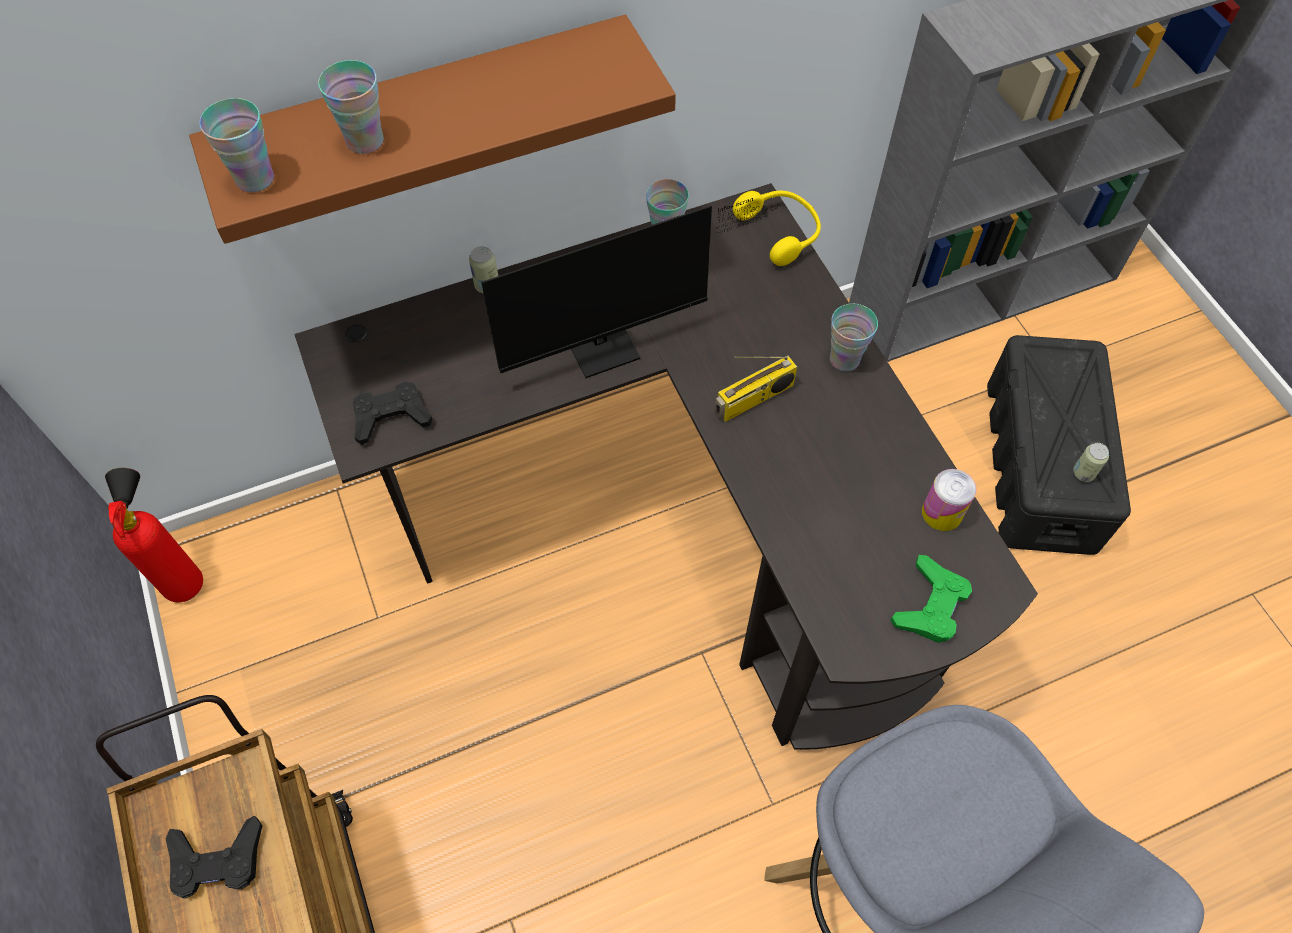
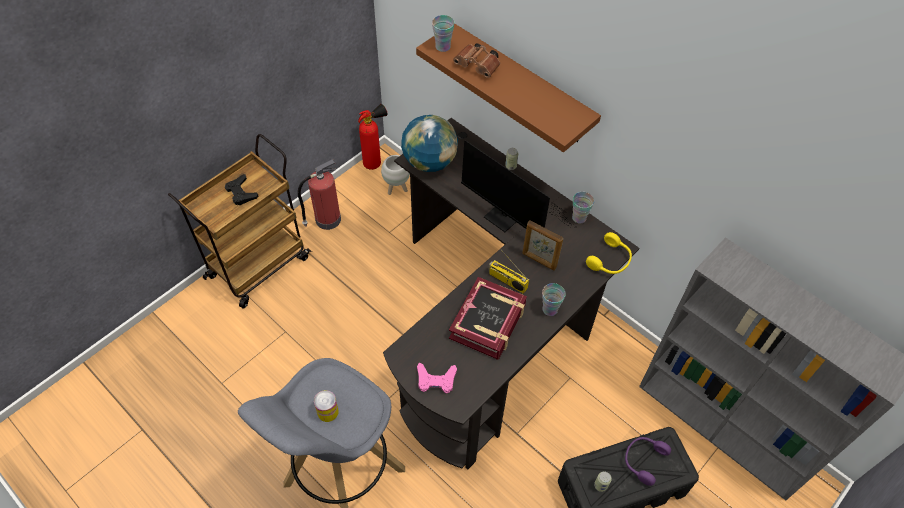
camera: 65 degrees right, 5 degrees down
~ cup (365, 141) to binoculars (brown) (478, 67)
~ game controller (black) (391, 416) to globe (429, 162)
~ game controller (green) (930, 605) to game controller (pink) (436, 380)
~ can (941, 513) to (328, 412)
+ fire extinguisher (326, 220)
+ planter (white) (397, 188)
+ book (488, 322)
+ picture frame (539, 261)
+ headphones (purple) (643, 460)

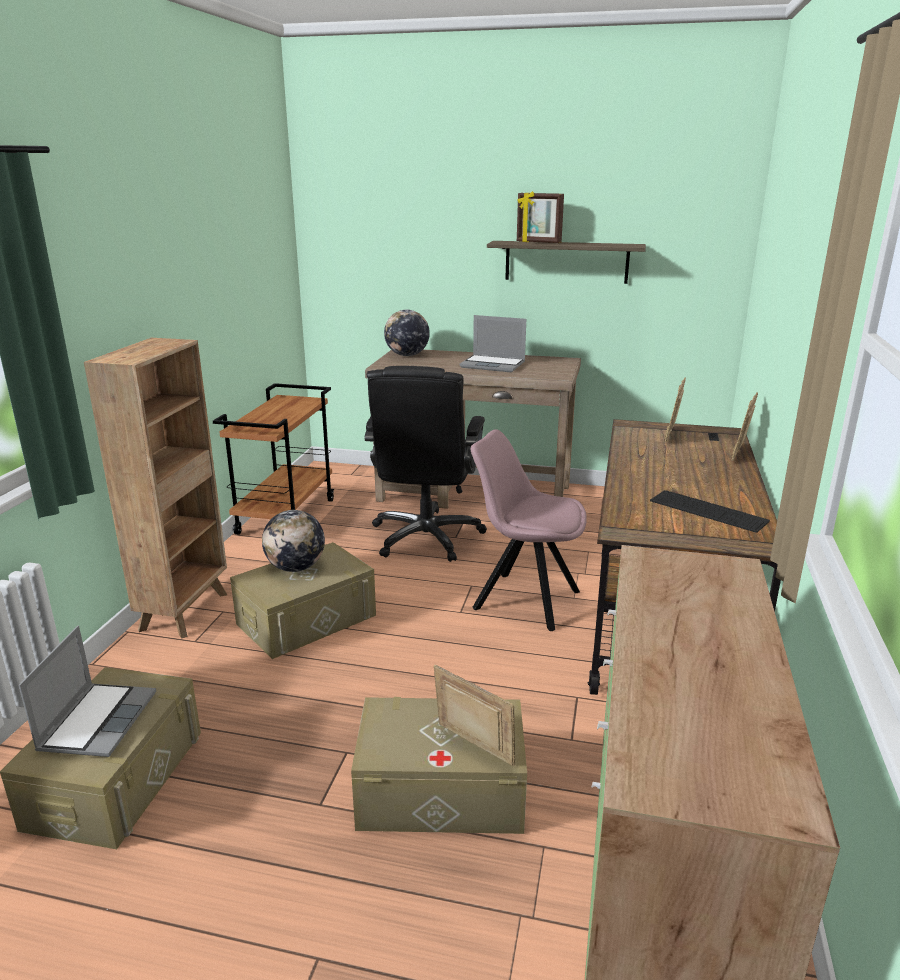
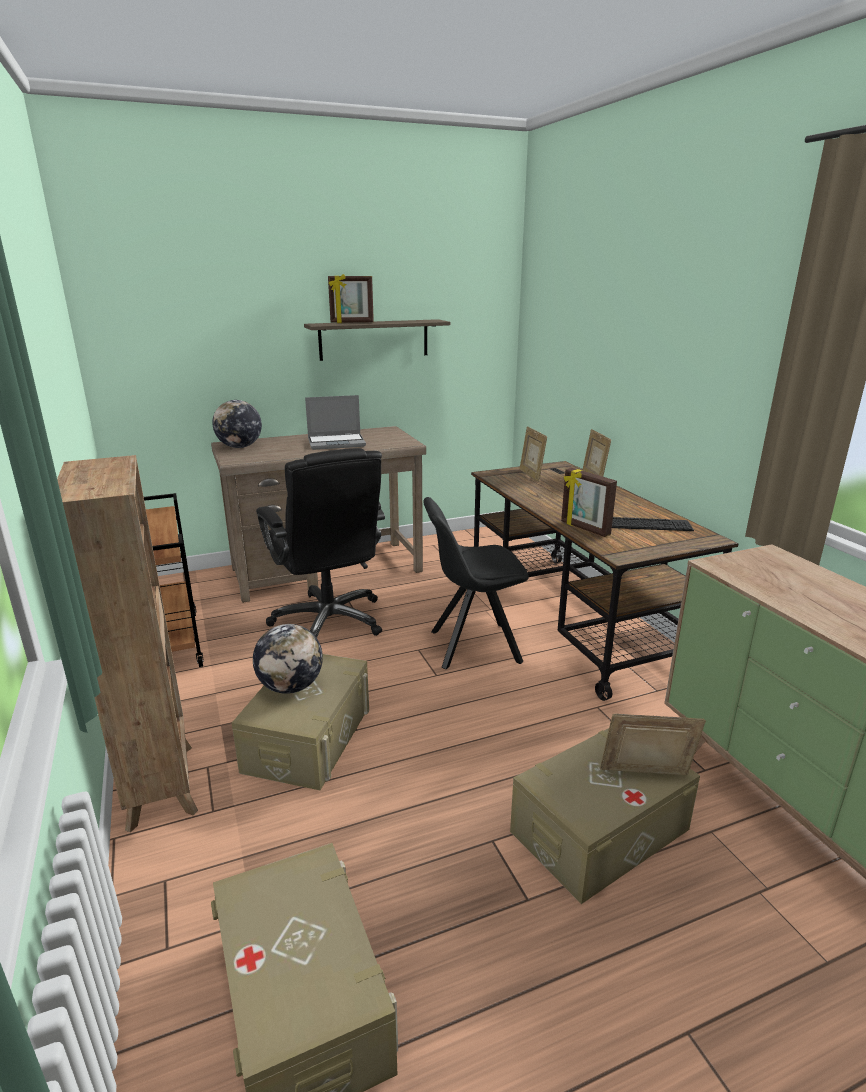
camera: 35 degrees left, 0 degrees up
- laptop (98, 720)
~ chair (pink) (525, 600) to chair (black) (474, 646)
+ picture frame (584, 528)

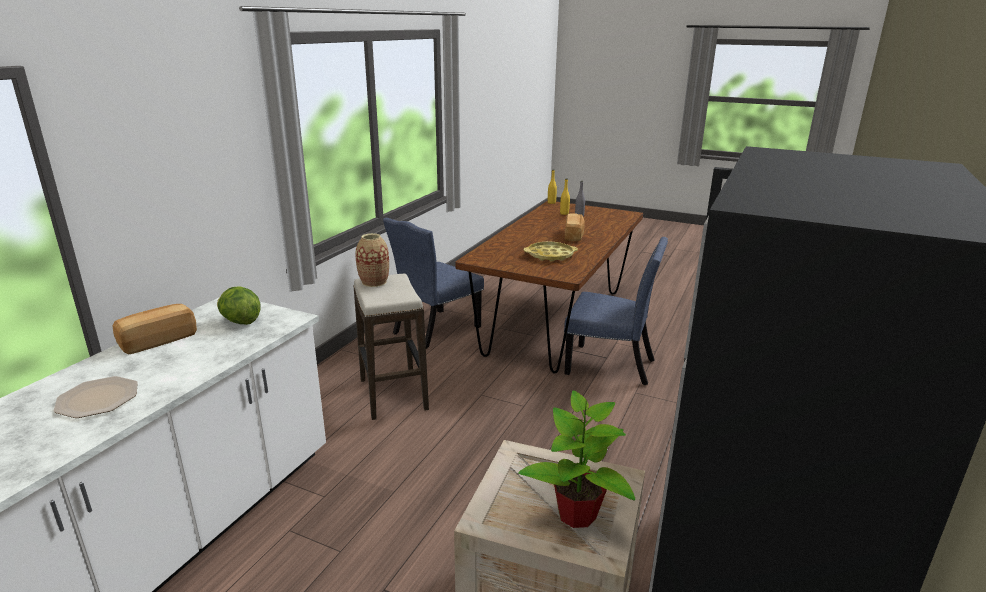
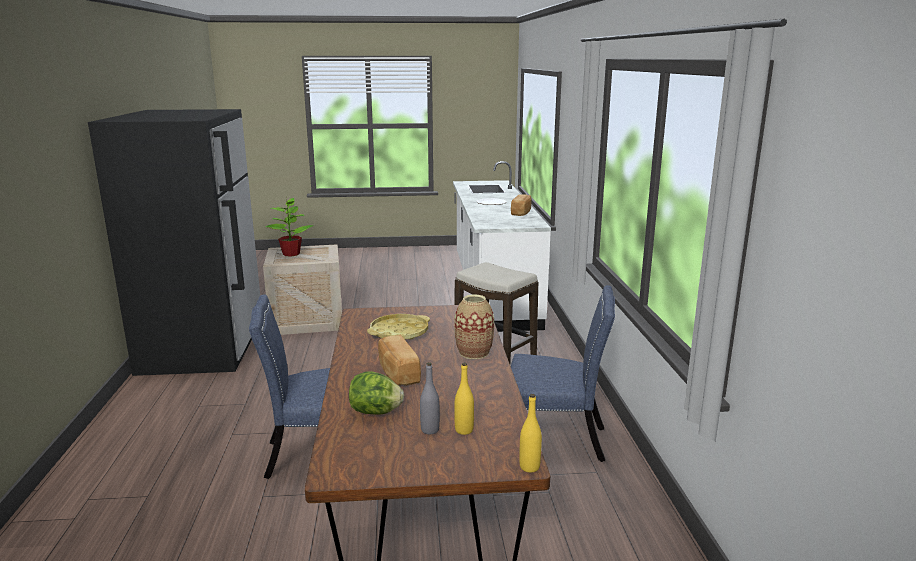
camera: 150 degrees right, 5 degrees down
~ lettuce (240, 321) to (375, 412)
~ vase (374, 282) to (474, 353)
~ chair (blue) (436, 328) = (554, 439) 90 degrees clockwise

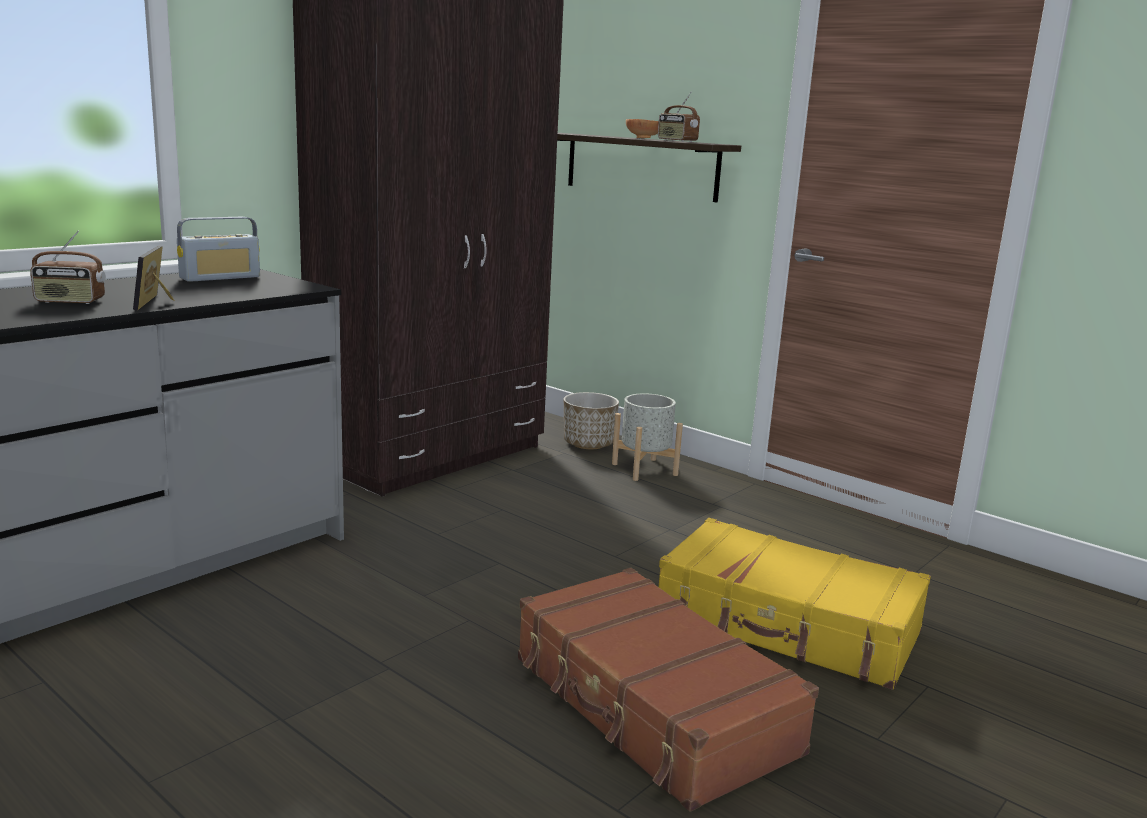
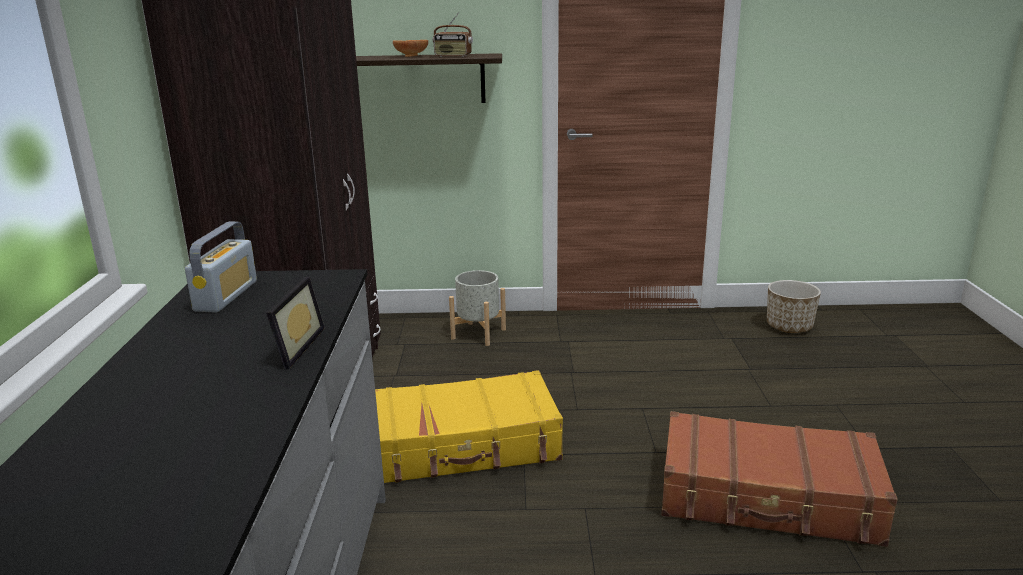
camera: 40 degrees left, 5 degrees up
- radio (69, 301)
~ picture frame (159, 302) = (291, 347) 120 degrees counterclockwise
~ planter (588, 444) to (789, 327)
~ suitcase (yellow) (787, 625) to (463, 446)

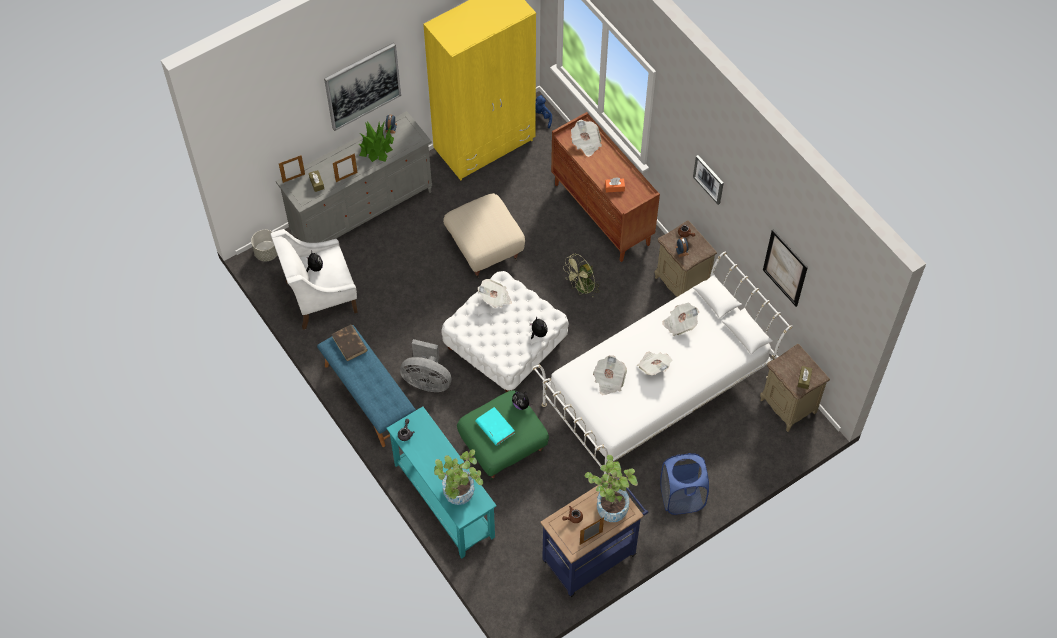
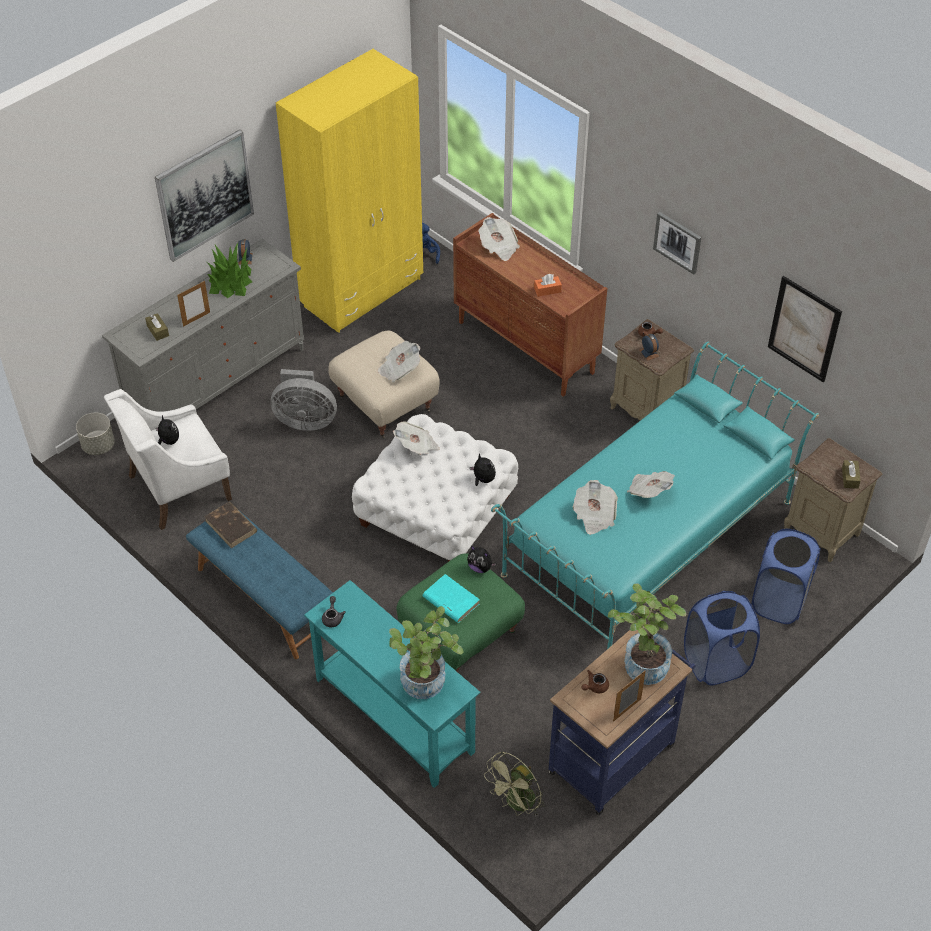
camera: 10 degrees left, 10 degrees down
- picture frame (293, 178)
~ fan (grey) (427, 381) to (305, 420)
~ bed (white) (656, 391) to bed (turquoise) (647, 538)
~ fan (green) (582, 288) to (516, 804)
~ newspaper (679, 324) to (399, 369)
+ laundry basket (blue) (779, 601)

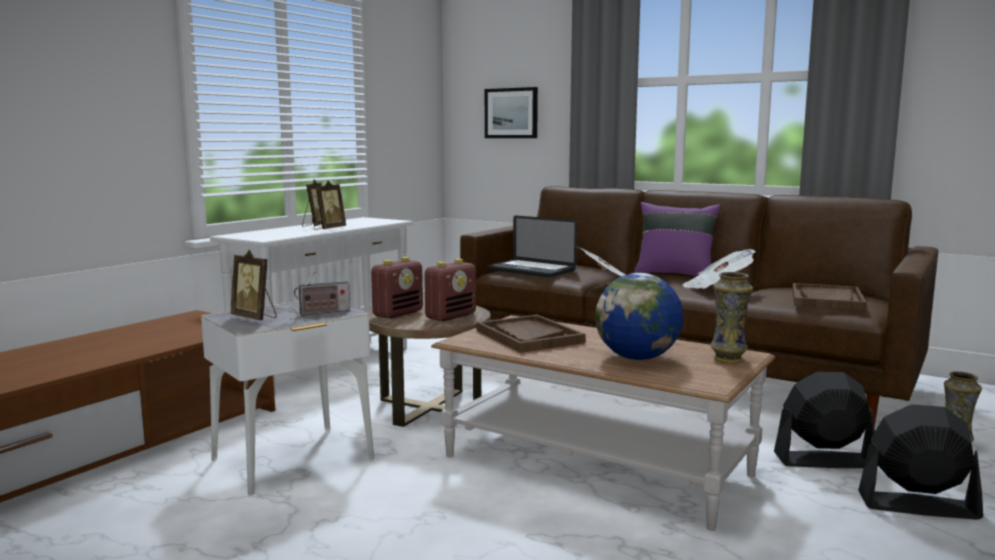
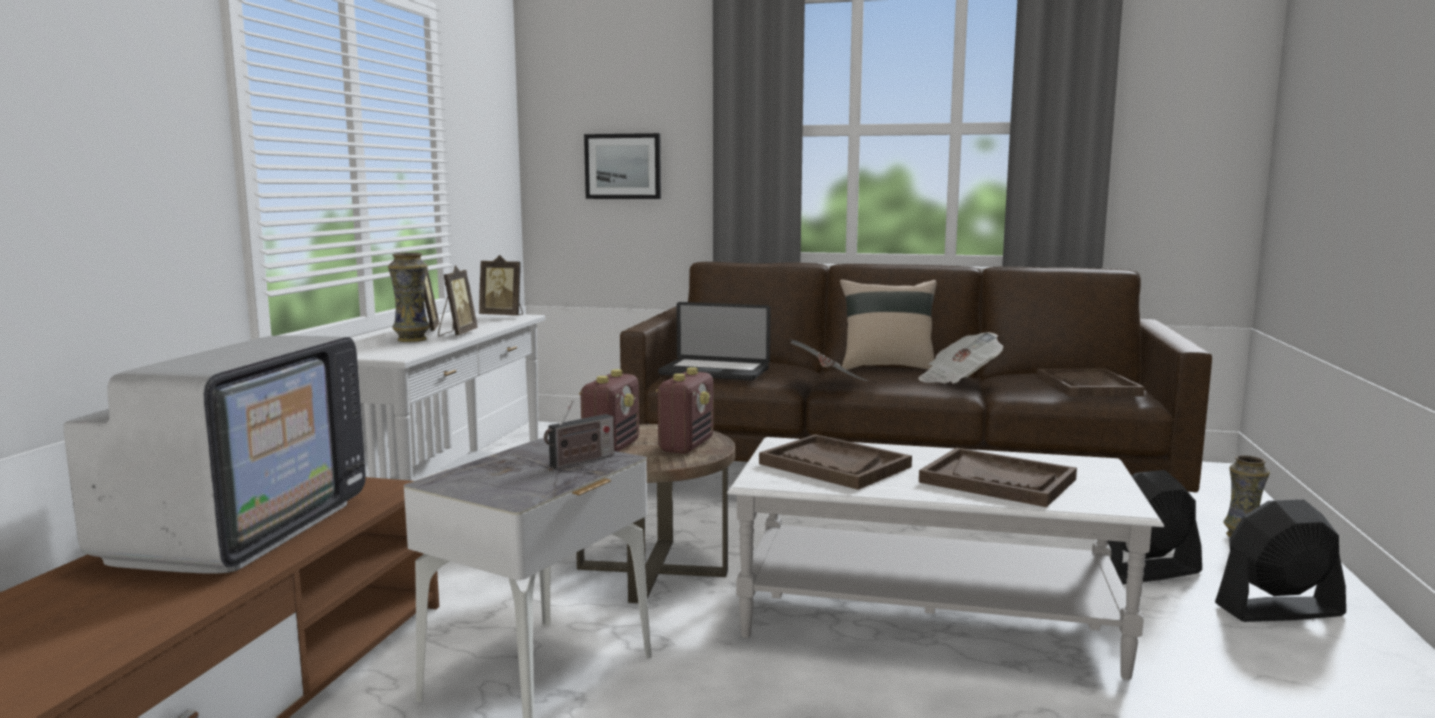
camera: 20 degrees left, 0 degrees up
~ picture frame (255, 318) to (503, 316)
~ coffee table (brown) (596, 465) to coffee table (white) (928, 618)
~ globe (637, 358) to tray (brown) (998, 481)
~ pillow (purple) (674, 275) to pillow (beige) (886, 367)
~ vase (728, 359) to (412, 340)
+ television (240, 530)

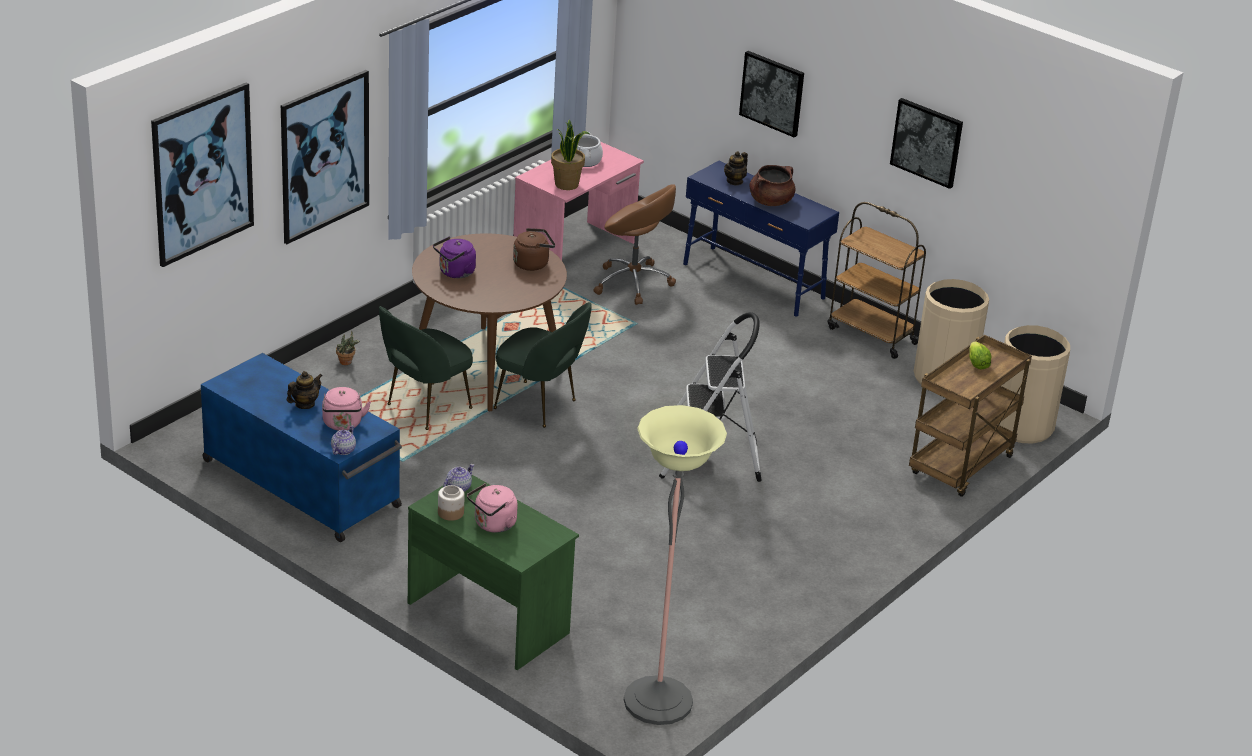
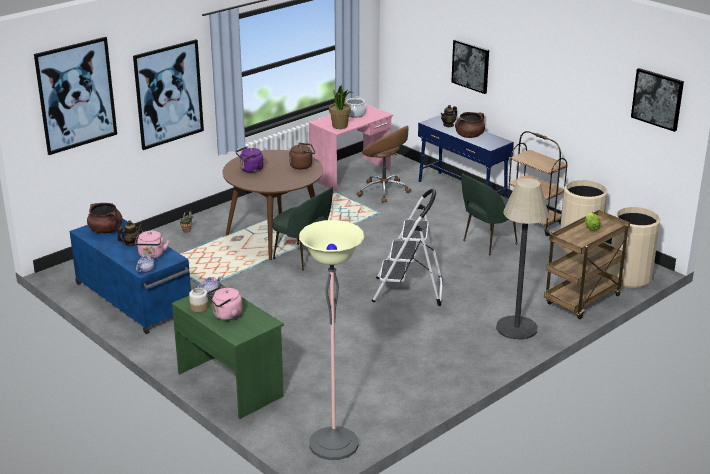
camera: 10 degrees right, 5 degrees down
~ chair (green) (424, 409) to (486, 244)
~ picture (927, 142) to (657, 99)
+ cooking pot (brown) (106, 230)
+ floor lamp (516, 328)

